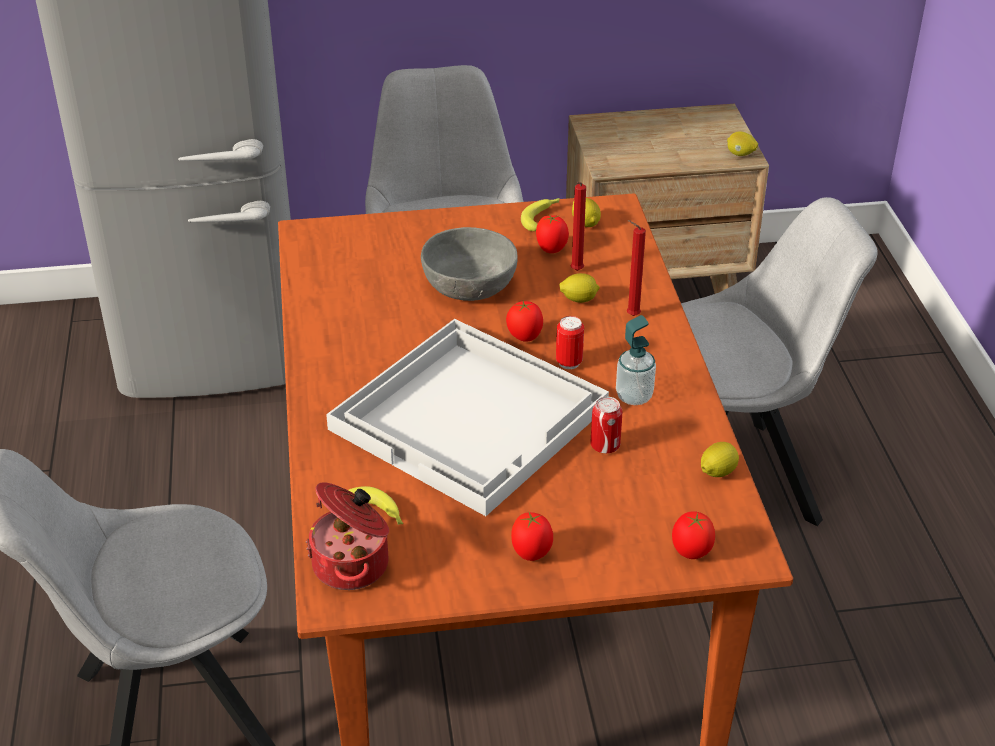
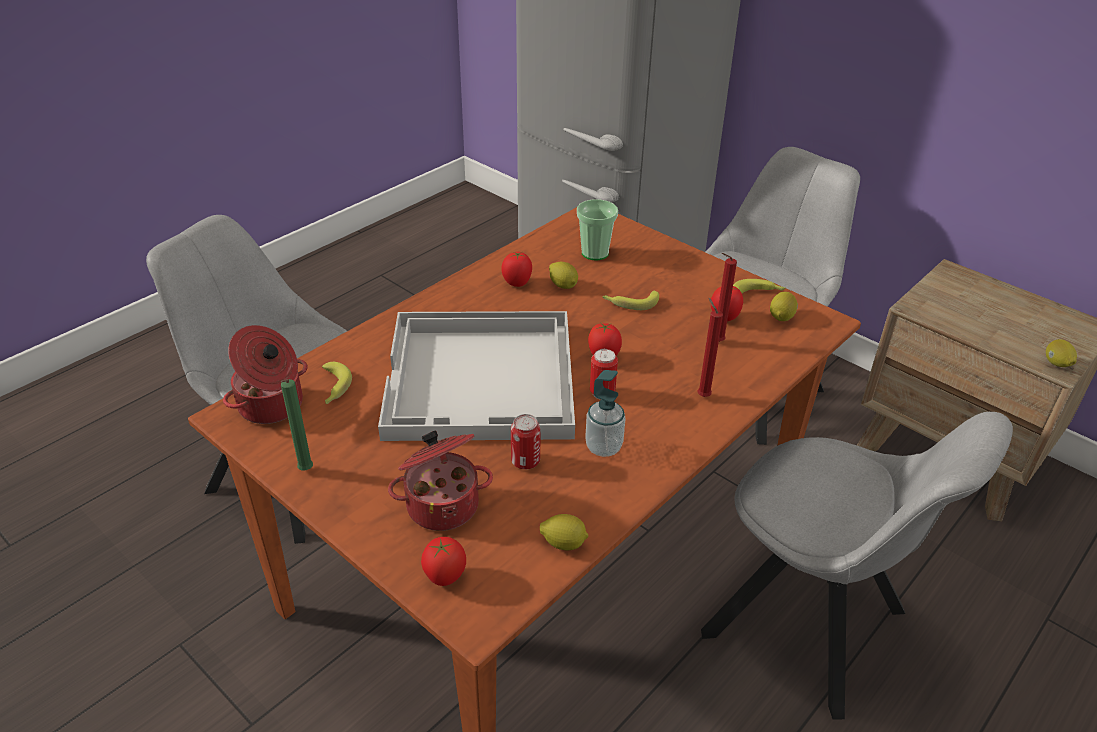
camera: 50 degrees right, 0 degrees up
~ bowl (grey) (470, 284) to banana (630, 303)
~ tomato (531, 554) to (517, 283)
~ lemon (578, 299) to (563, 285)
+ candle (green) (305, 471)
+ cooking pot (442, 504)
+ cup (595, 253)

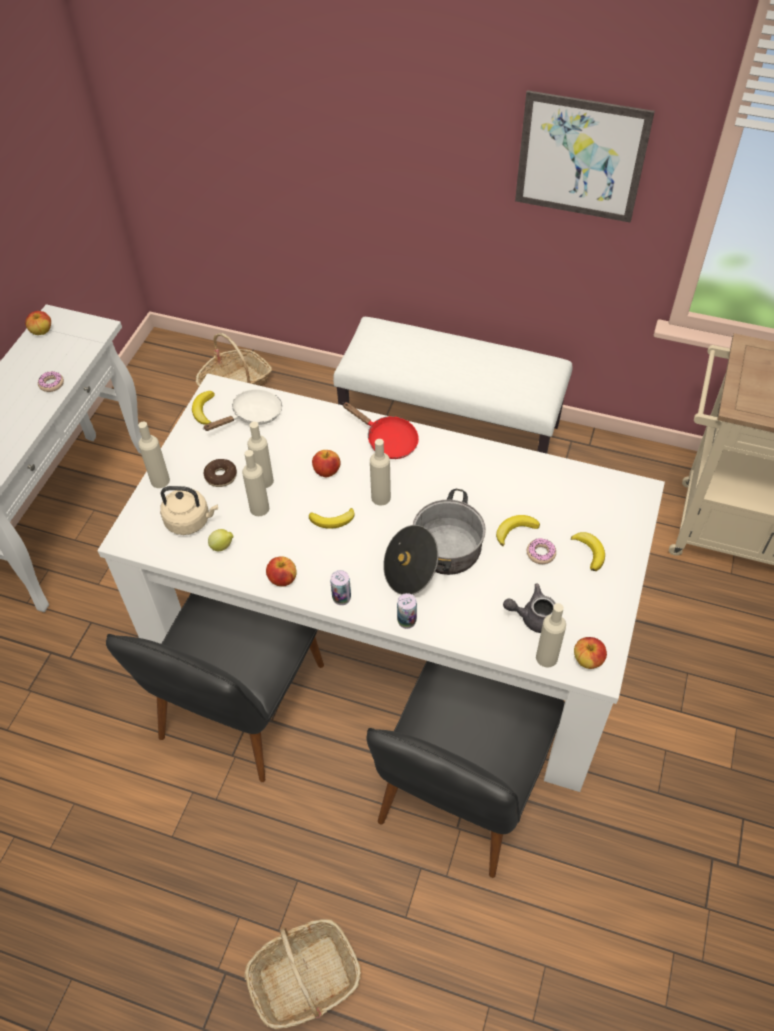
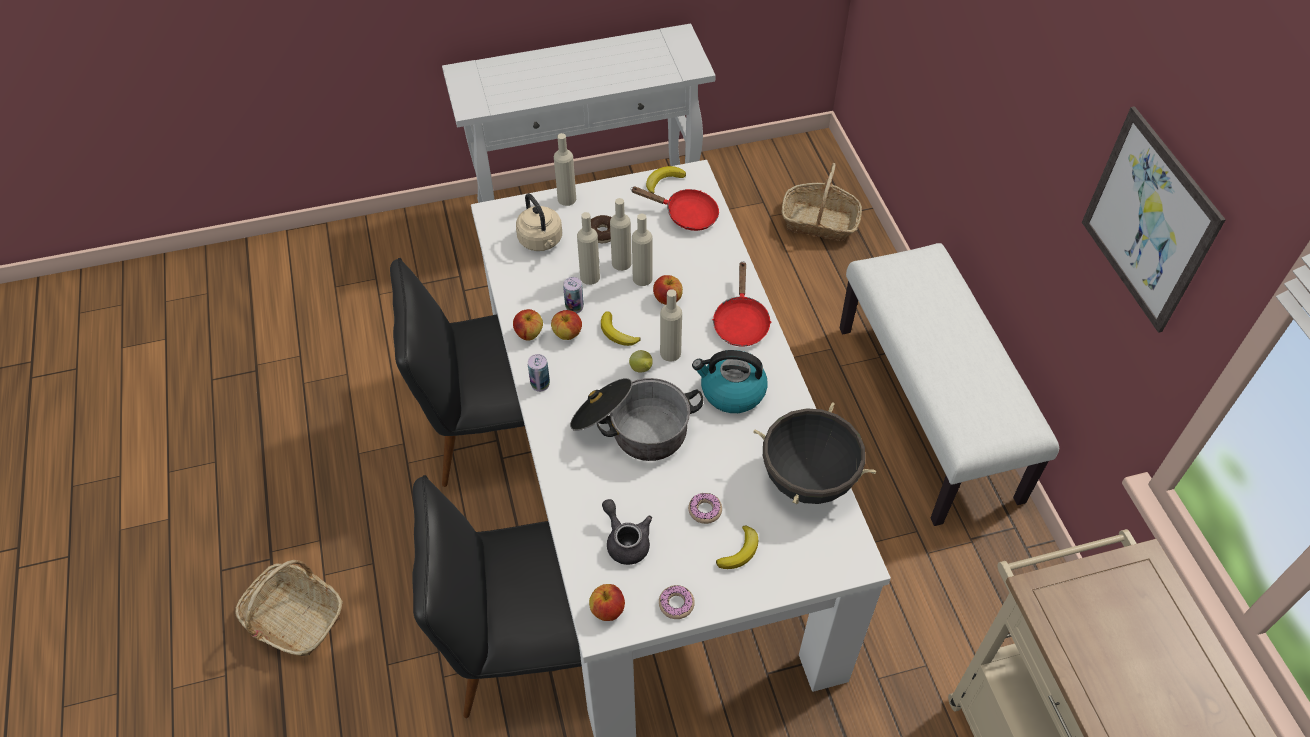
camera: 55 degrees right, 0 degrees up
~ apple (42, 331) to (567, 334)
~ donut (51, 384) to (676, 604)
~ frying pan (white) (253, 415) to frying pan (red) (686, 215)
~ lemon (222, 546) to (642, 369)
~ can (406, 621) to (574, 307)
- banana (515, 530)
~ bottle (beige) (546, 657) to (642, 278)
+ kettle (731, 392)
+ cooking pot (black) (808, 479)

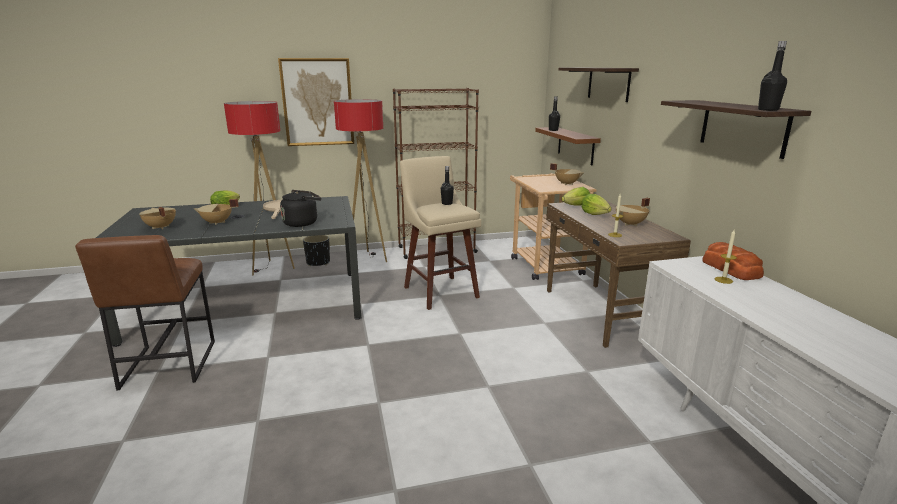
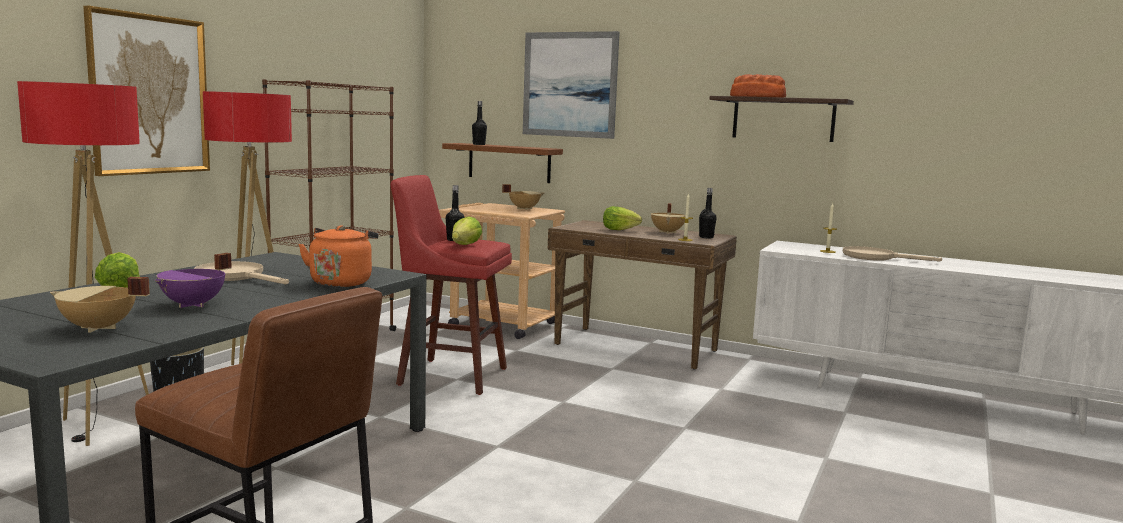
camera: 50 degrees left, 10 degrees down
~ cooking pot (beige) (217, 223) to cooking pot (purple) (194, 305)
~ kettle (black) (302, 223) to kettle (orange) (341, 282)
~ stool (beige) (440, 292) to stool (red) (450, 376)
~ shelf (608, 83) to picture (569, 84)
~ lettuce (576, 206) to (465, 245)
~ bread (730, 269) to (757, 97)
~ bottle (black) (768, 110) to (706, 237)
+ frying pan (beige) (876, 257)

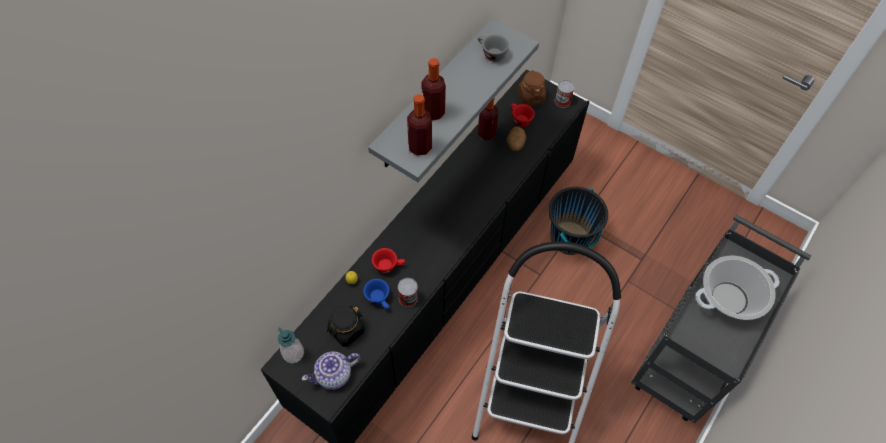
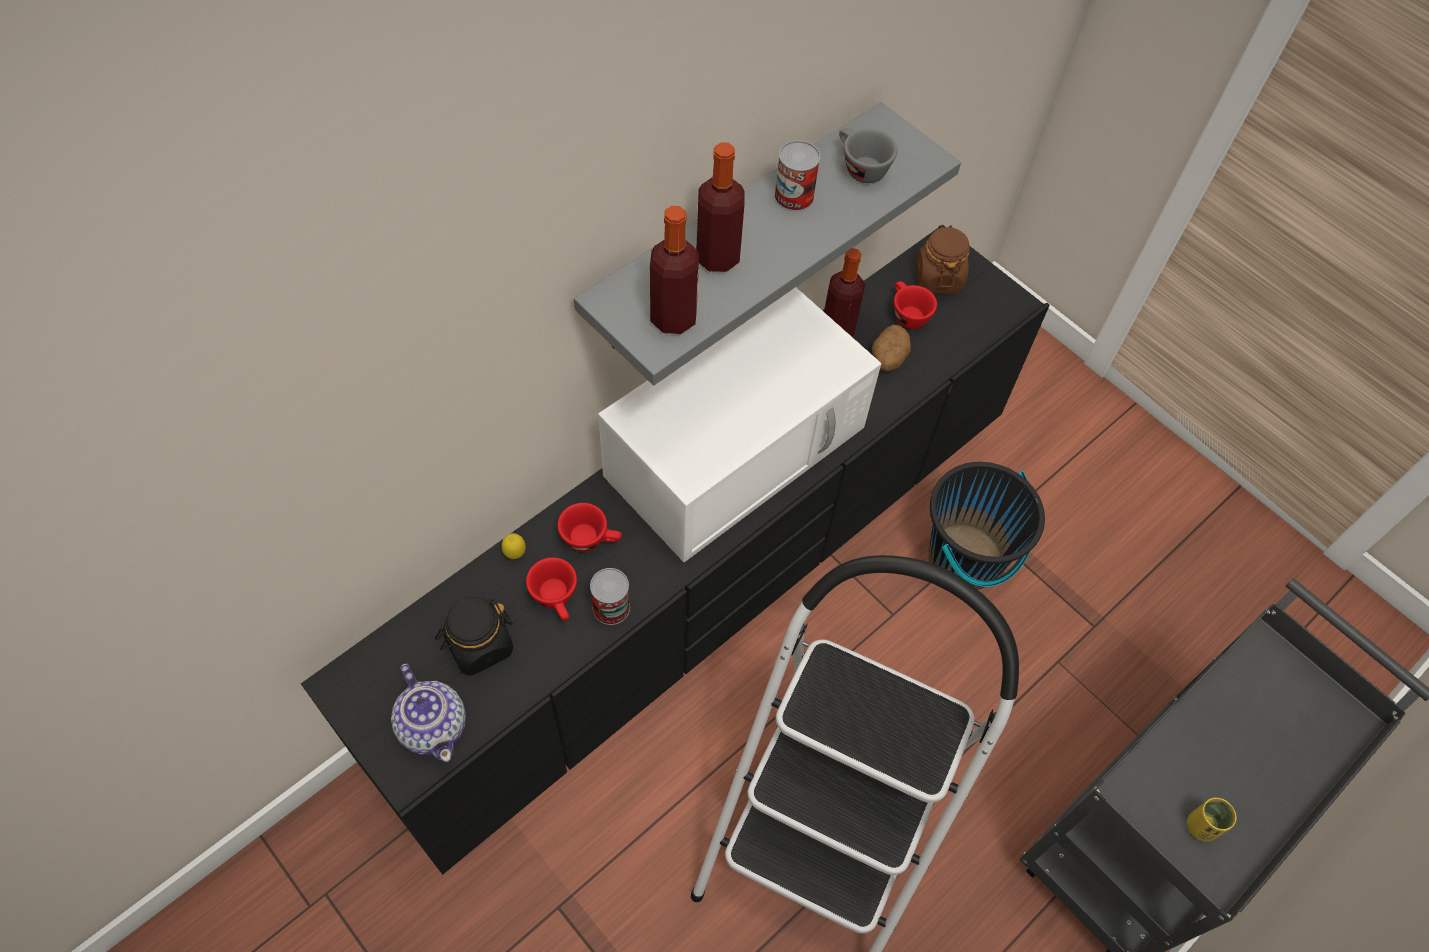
camera: 10 degrees right, 0 degrees up
- soap dispenser (293, 353)
~ teapot (334, 375) = (433, 725) 105 degrees counterclockwise
~ cup (blue) (379, 299) to cup (red) (557, 599)
~ can (562, 101) to (794, 196)
- cooking pot (729, 298)
+ microwave (white) (738, 448)
+ cup (yellow) (1201, 826)

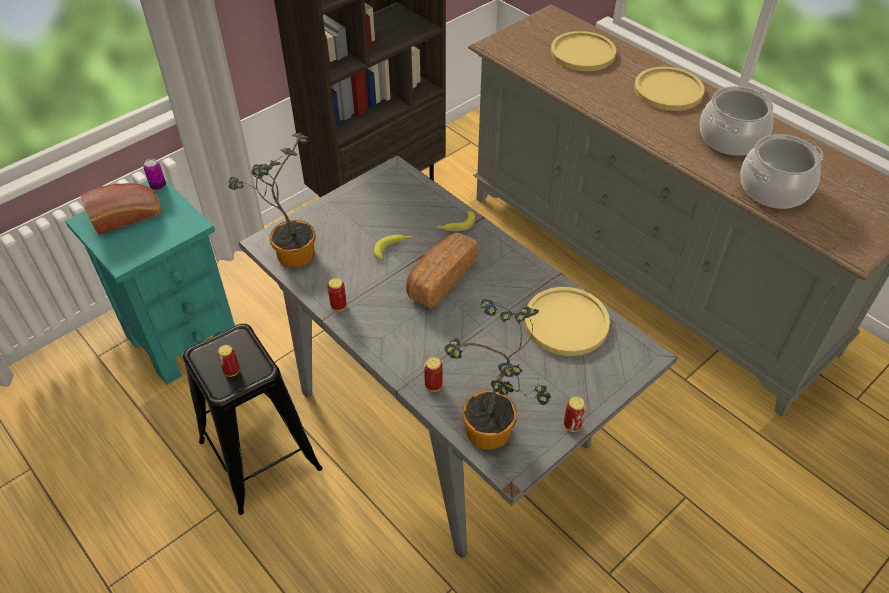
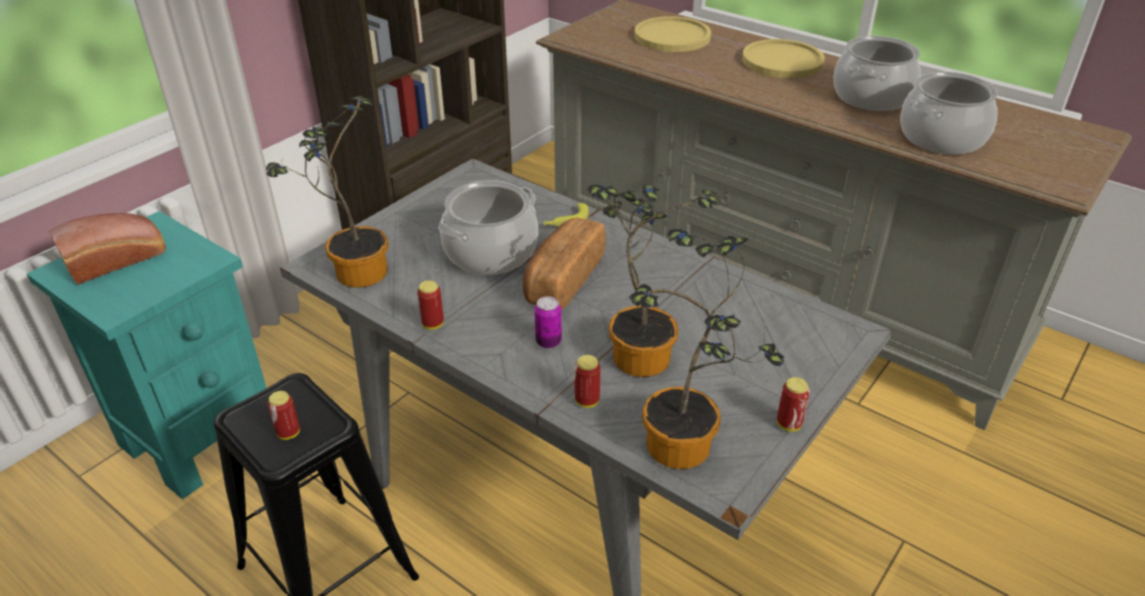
camera: 10 degrees left, 10 degrees down
~ can (158, 186) to (548, 342)
~ banana (393, 248) to cooking pot (491, 252)
- plate (yellow) (566, 322)
+ potted plant (638, 352)

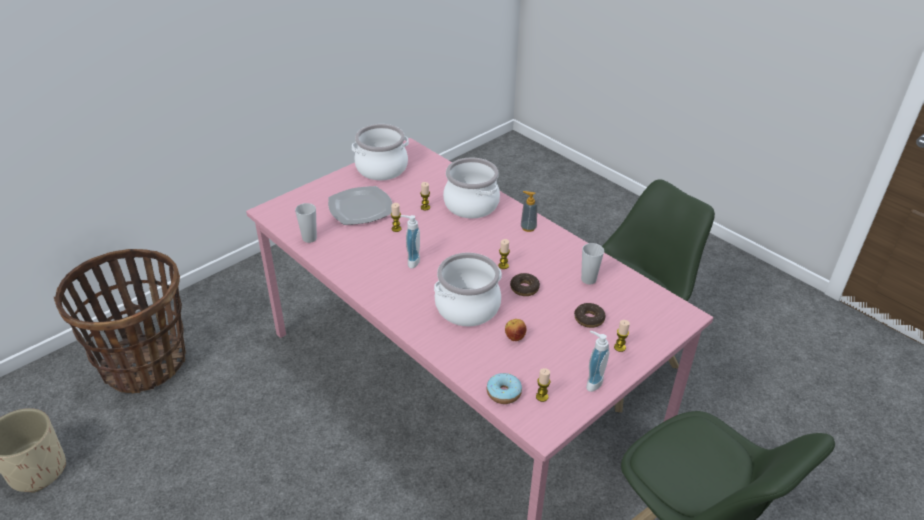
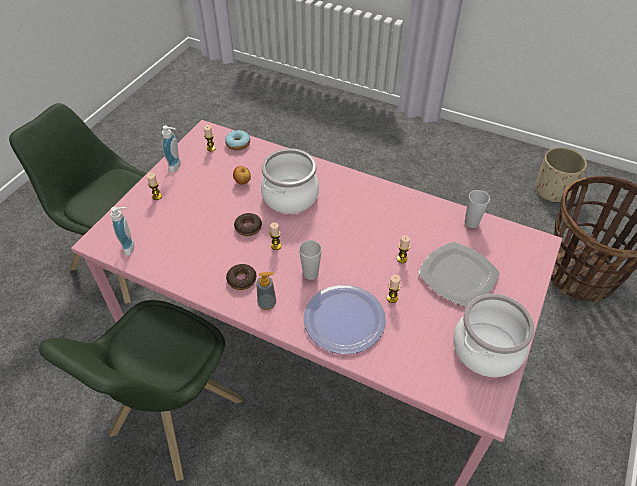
camera: 160 degrees right, 10 degrees up
~ soap dispenser (411, 261) to (131, 247)
~ cooking pot (471, 204) to plate (344, 320)
~ donut (589, 319) to (241, 280)
~ cup (588, 279) to (310, 274)

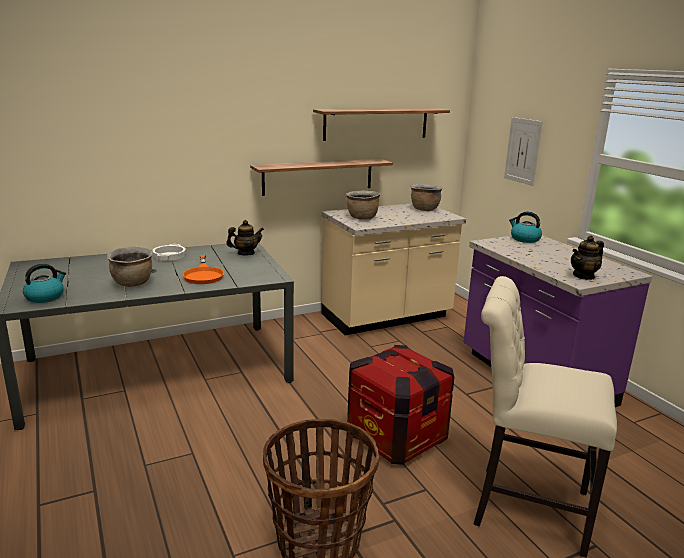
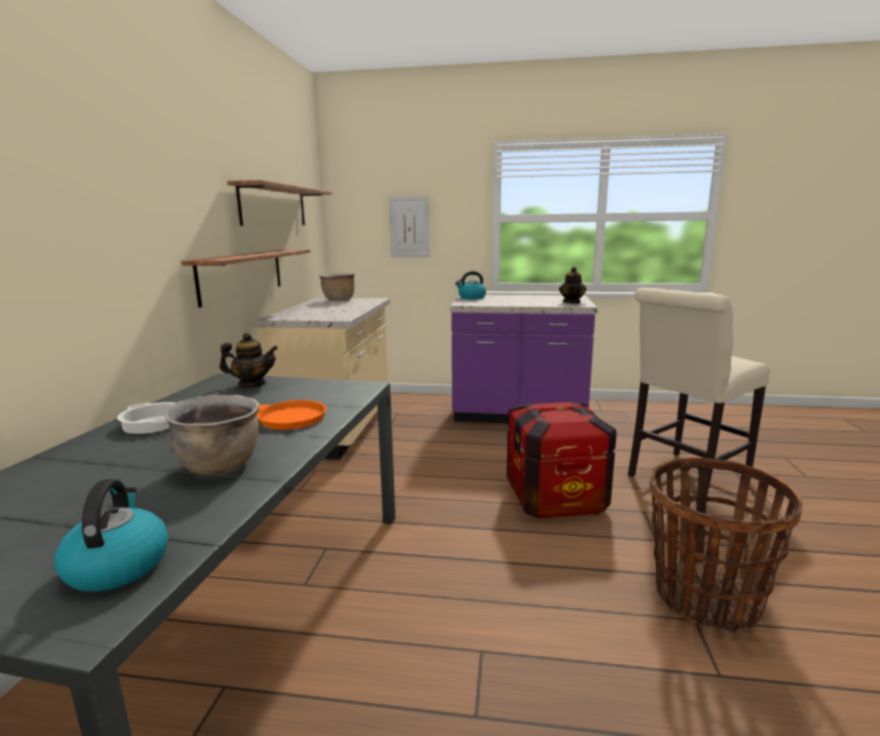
camera: 55 degrees left, 5 degrees down
~ teapot (246, 253) = (252, 384) 75 degrees clockwise
- cooking pot (brown) (362, 218)

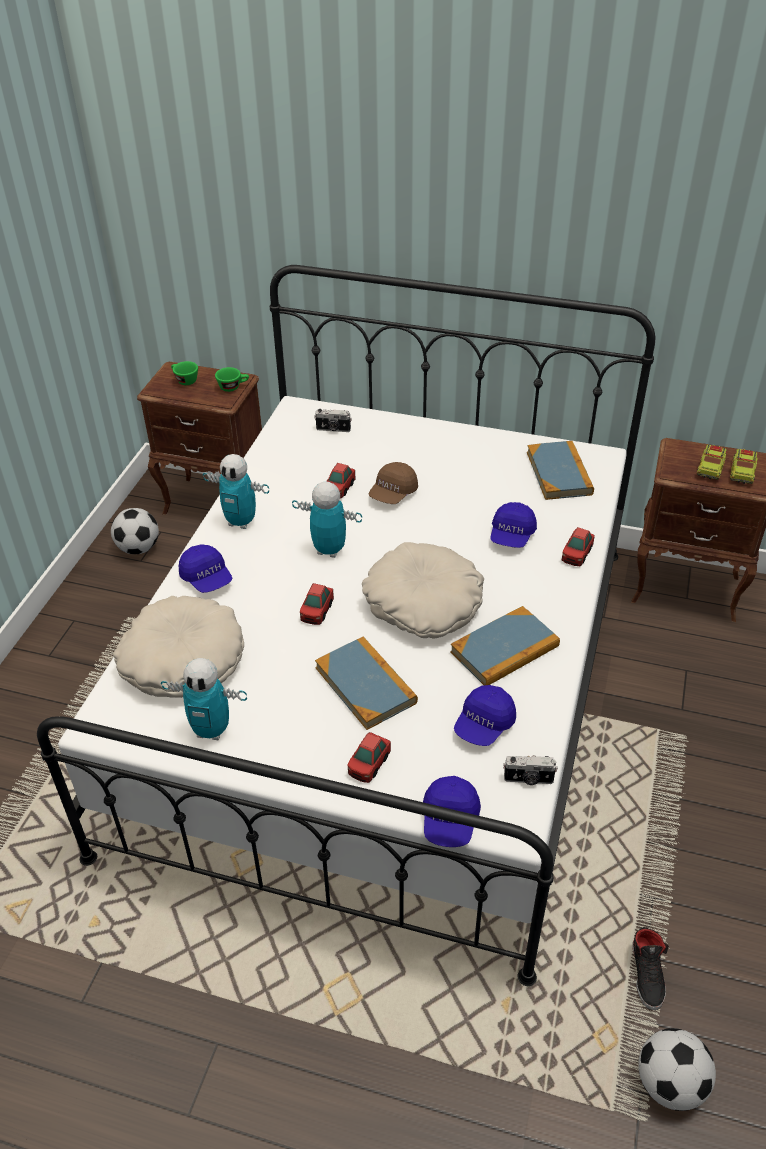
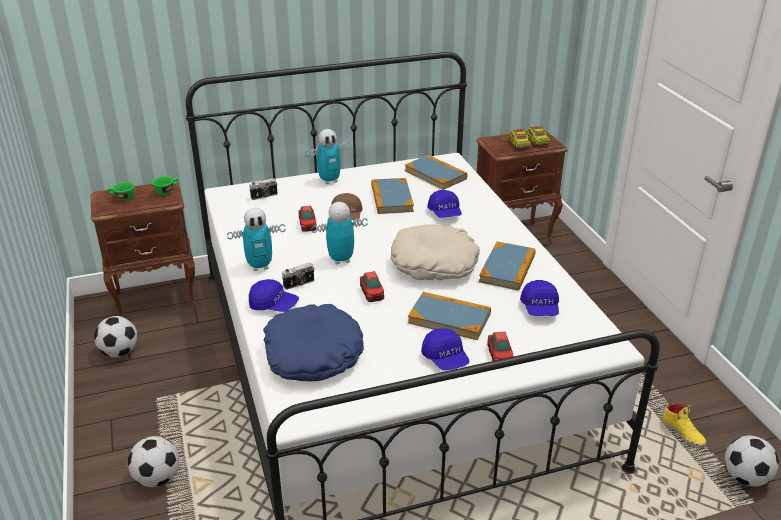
camera: 35 degrees left, 10 degrees down
~ pillow (beige) (185, 661) to pillow (blue) (315, 355)
~ toy robot (211, 730) to (329, 180)
~ cap (blue) (450, 820) to (445, 359)
~ photo camera (528, 779) to (299, 284)
- toy car (576, 554)
~ shoe (black) (647, 974) to shoe (yellow) (683, 432)
+ football (157, 478)
+ book (391, 198)

